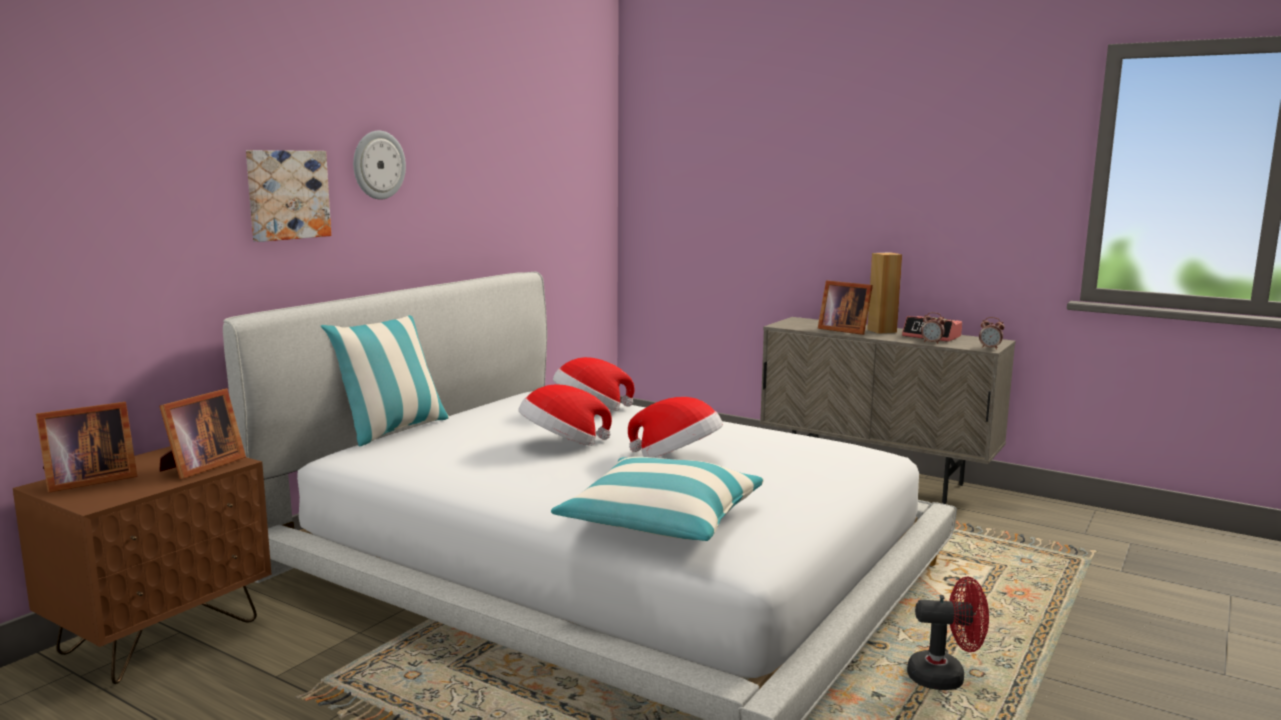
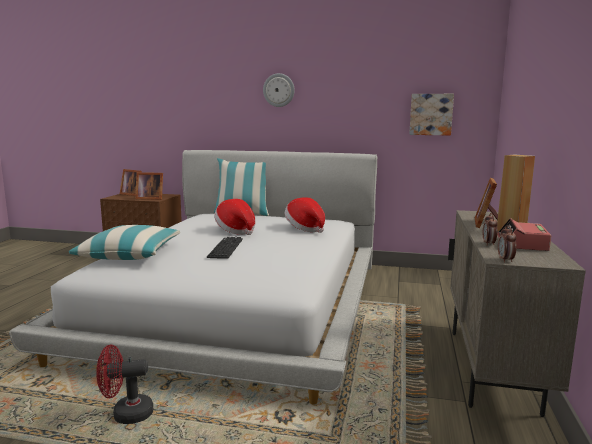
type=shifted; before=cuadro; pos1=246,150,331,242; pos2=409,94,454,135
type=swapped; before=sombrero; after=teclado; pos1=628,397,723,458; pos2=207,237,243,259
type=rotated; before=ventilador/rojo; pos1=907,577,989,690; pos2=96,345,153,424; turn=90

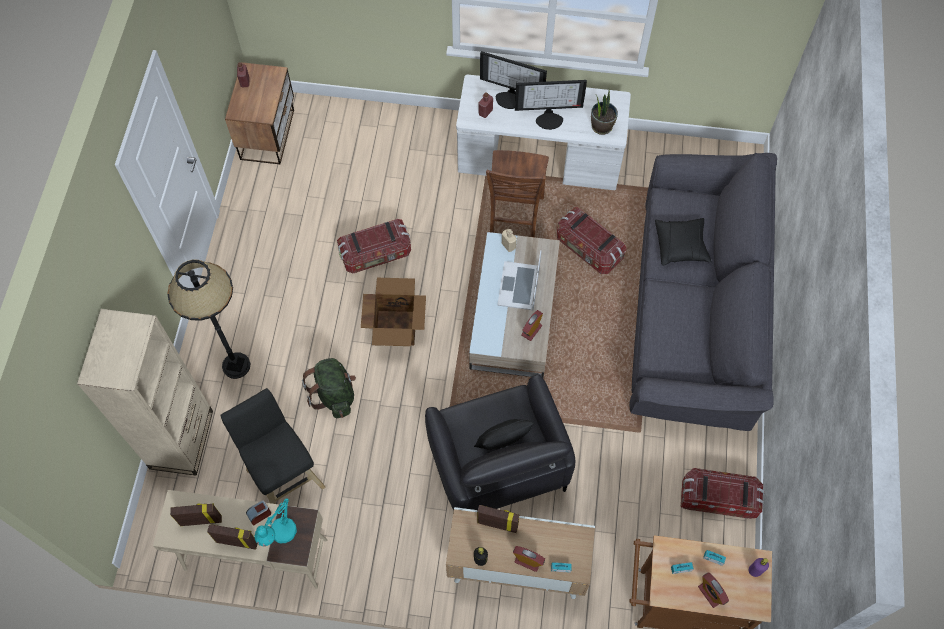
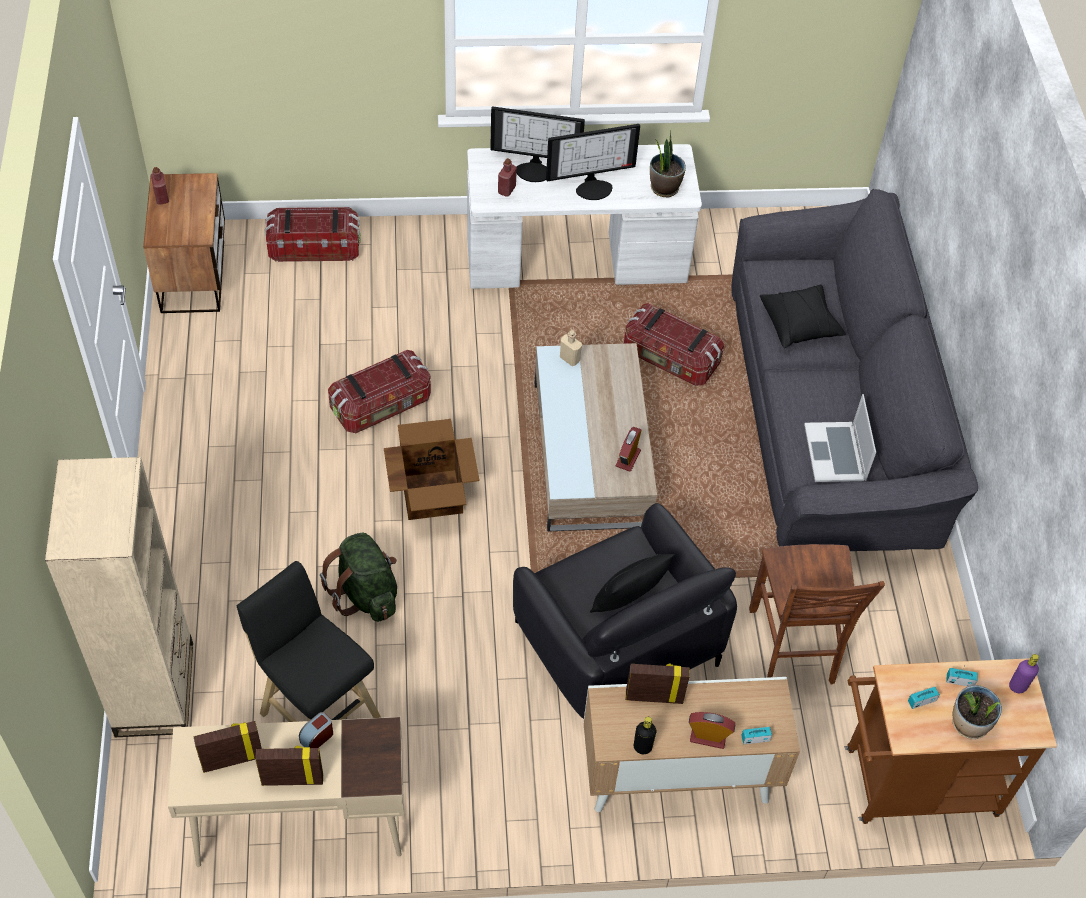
type=gone; before=lámpara de pie/negro; pos1=167,260,250,379
type=gone; before=lámpara de mesa/turquesa; pos1=254,498,297,546
type=shifted; before=silla/marrón; pos1=486,150,549,237; pos2=749,544,885,685
type=shifted; before=portátil; pos1=497,250,542,310; pos2=804,394,876,482
type=shifted; before=caja de almacenaje; pos1=681,468,764,519; pos2=265,207,361,262
type=swapped; before=despertador; after=planta en maceta; pos1=698,572,729,608; pos2=952,685,1002,739

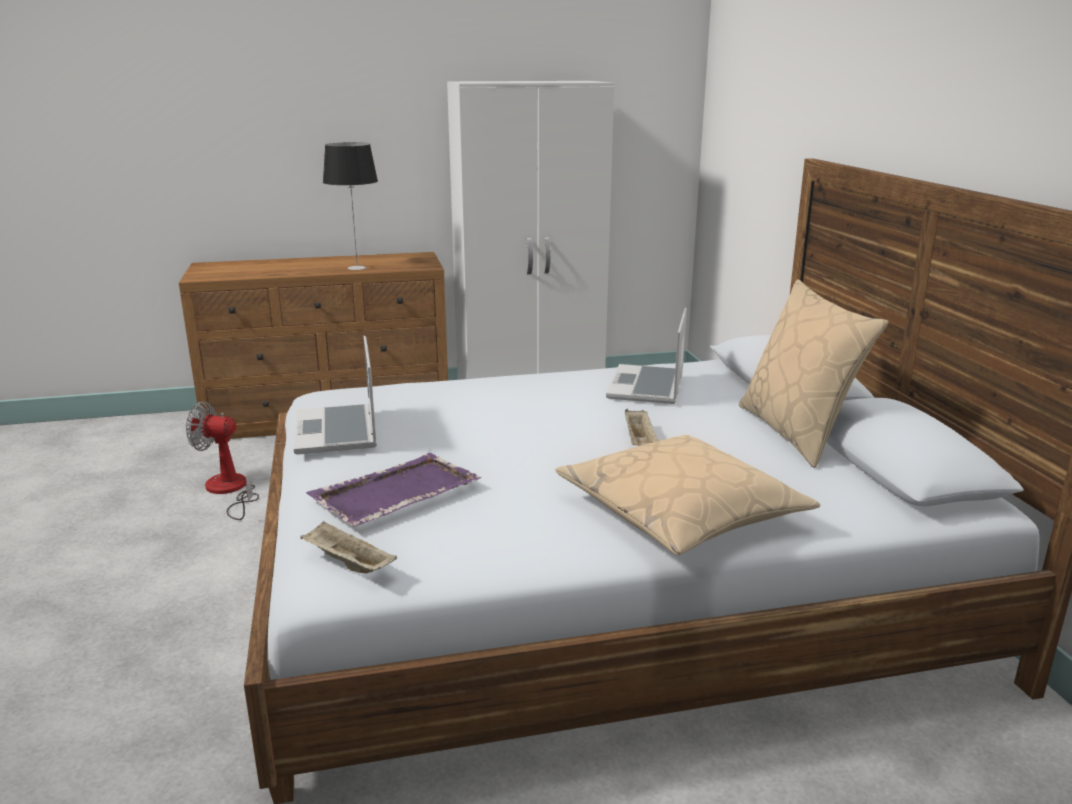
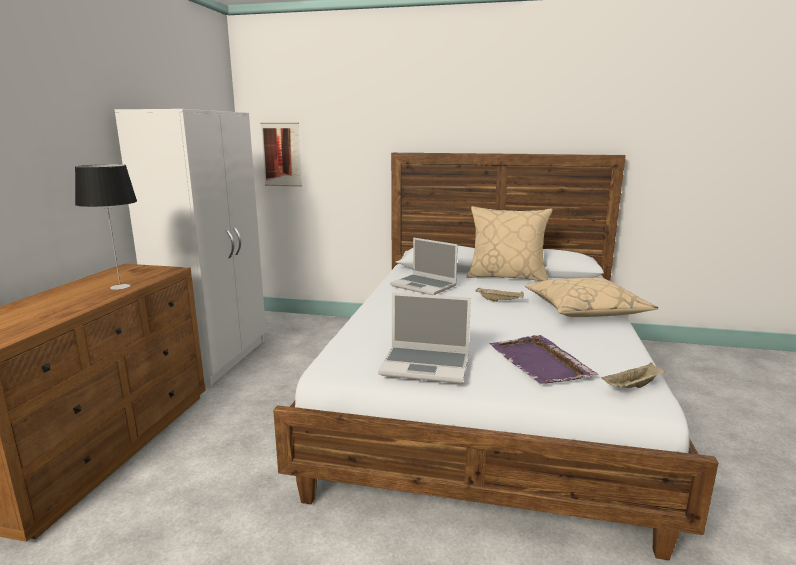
type=gone; before=ventilador; pos1=186,401,259,520
type=new; after=cuadro; pos2=260,123,302,187

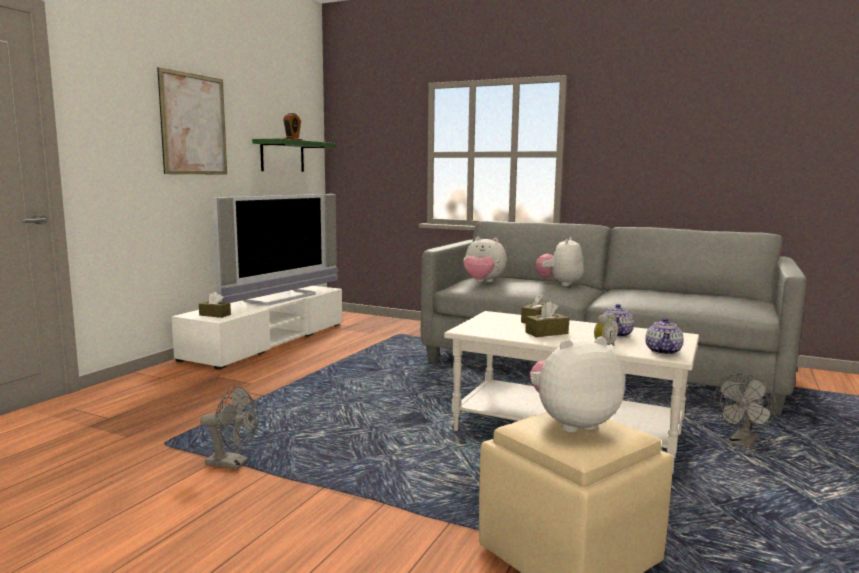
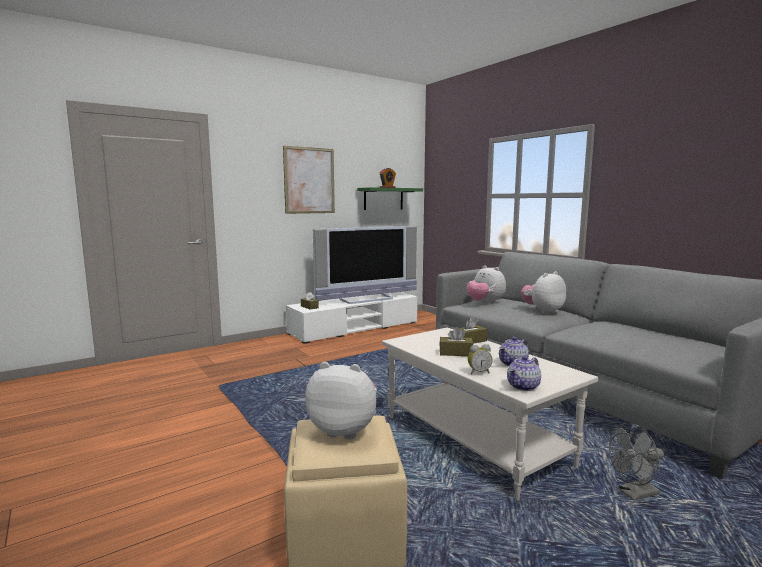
type=gone; before=ventilador/gris; pos1=200,386,259,469

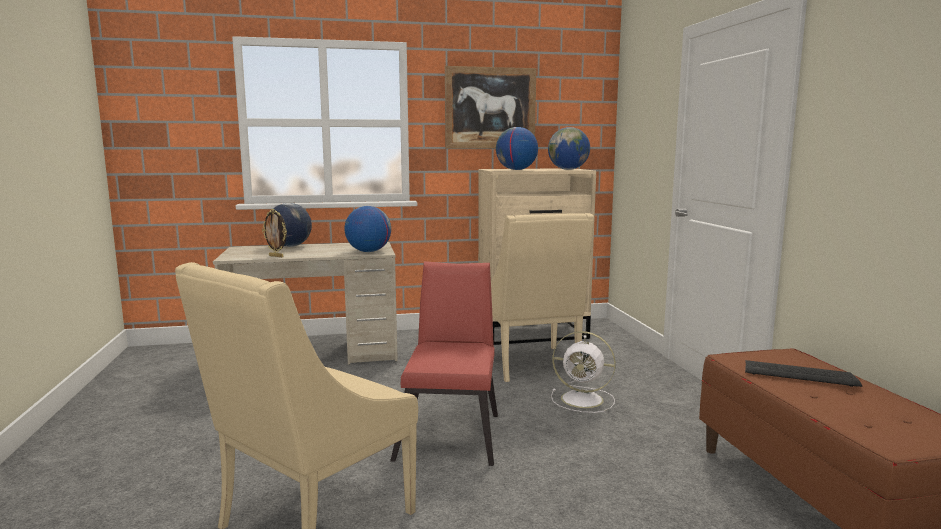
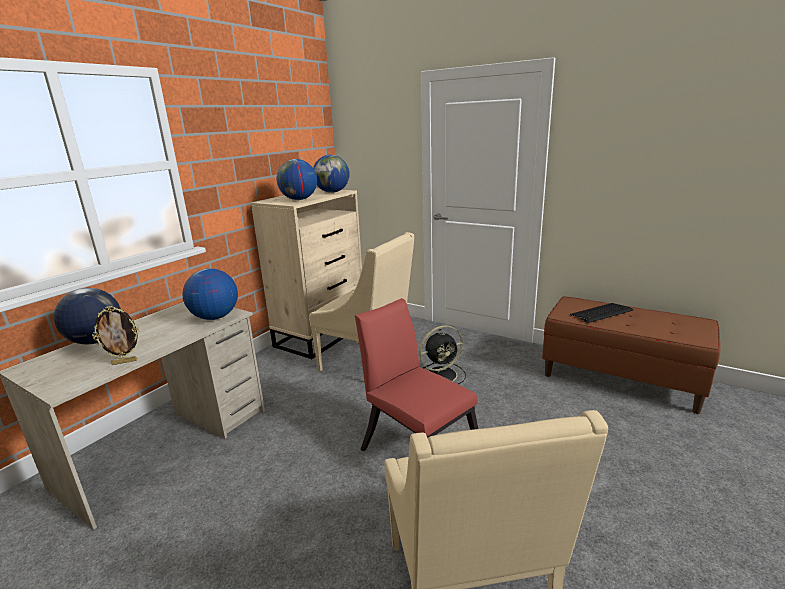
type=gone; before=cuadro; pos1=445,66,536,148
type=repainted; before=ventilador/blanco; after=ventilador/negro; pos1=551,331,616,413; pos2=419,325,466,384

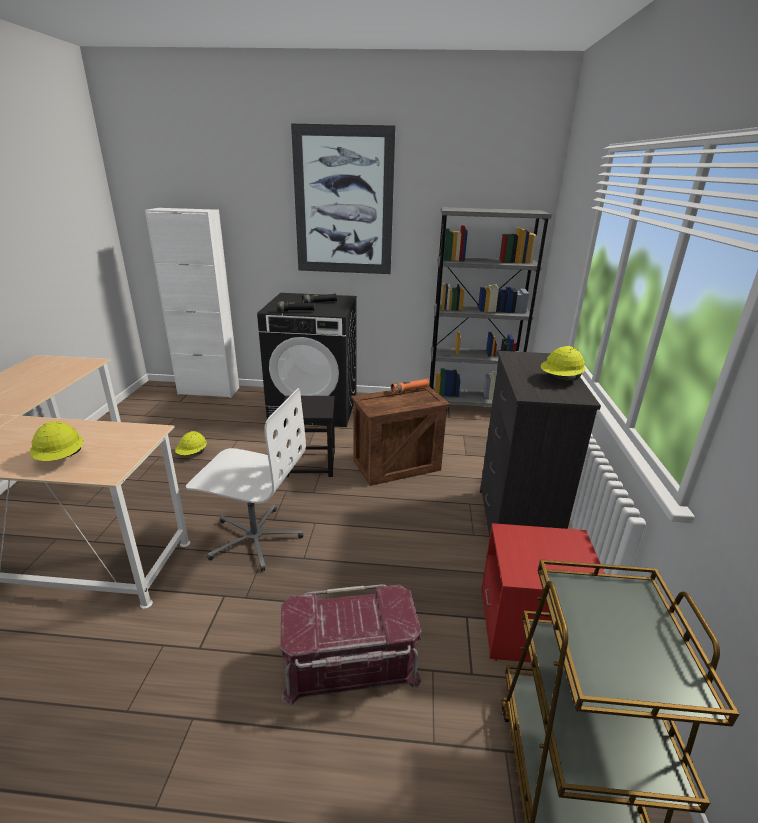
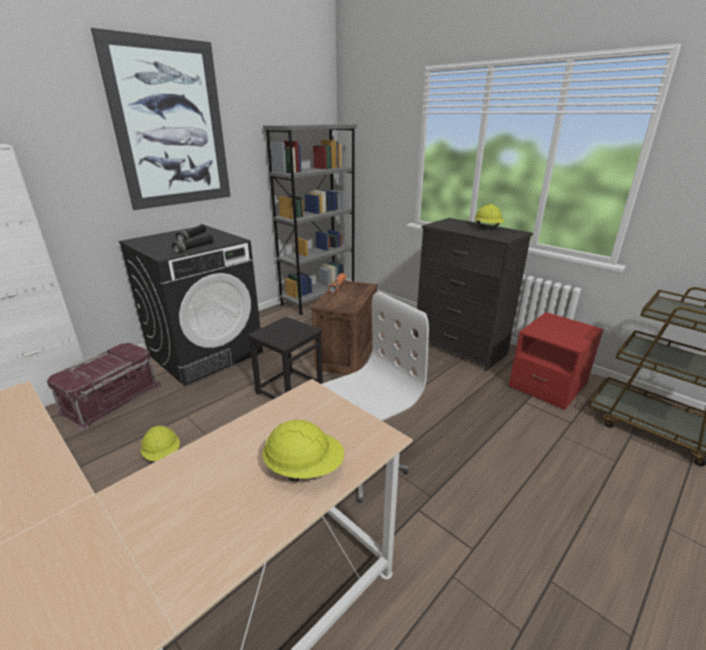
type=shifted; before=caja de almacenaje/rojo; pos1=280,584,422,706; pos2=47,343,161,430

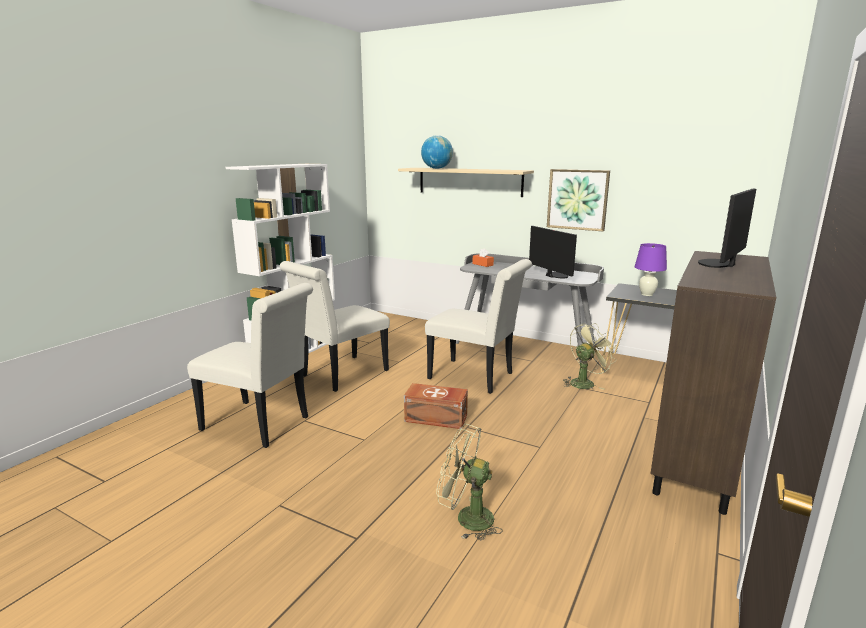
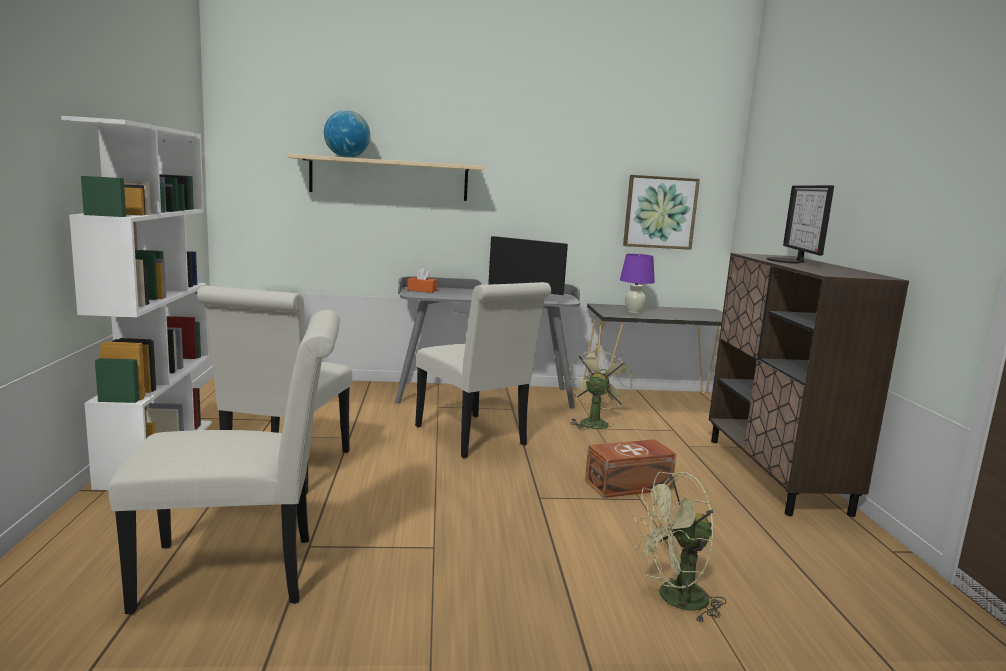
type=shifted; before=caja de almacenaje/marrón; pos1=404,383,468,429; pos2=585,439,676,498
type=rotated; before=silla/blanco; pos1=425,259,532,394; pos2=415,282,551,458; turn=60
type=shifted; before=cuadro; pos1=547,169,610,231; pos2=623,175,700,250

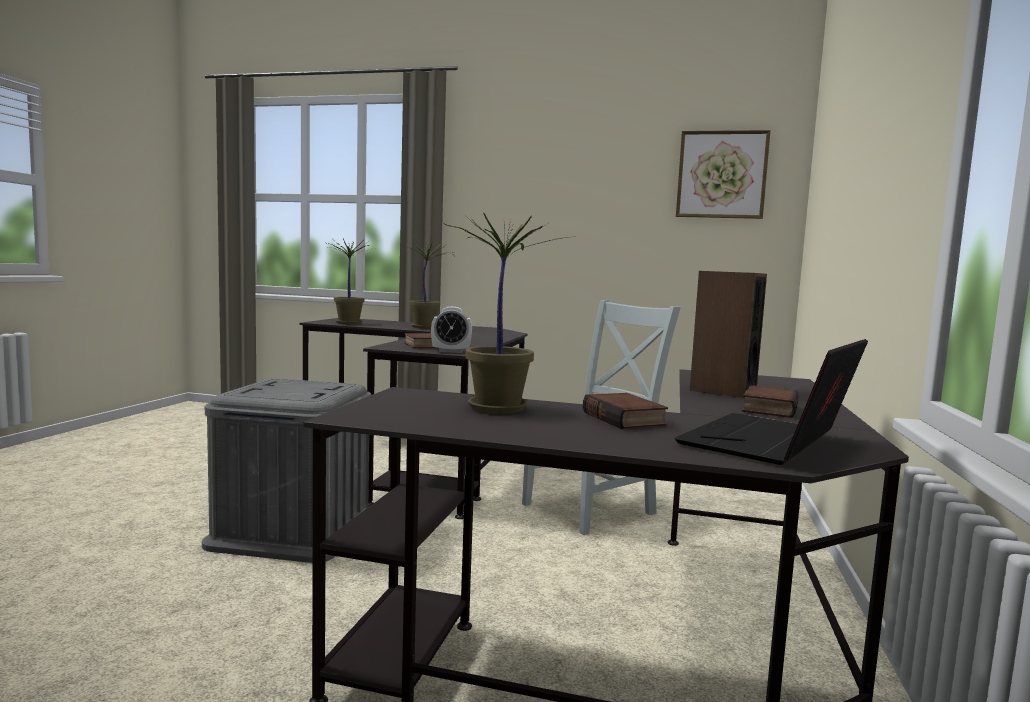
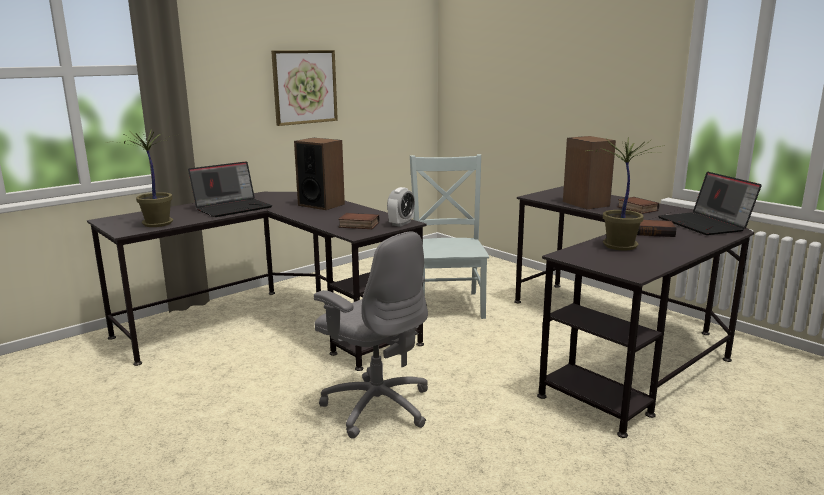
type=swapped; before=caja de almacenaje/gris; after=silla de oficina/gris; pos1=202,378,372,563; pos2=314,231,428,439
type=swapped; before=planta en maceta; after=portátil; pos1=407,242,454,329; pos2=188,161,272,217
type=shifted; before=cuadro; pos1=676,130,771,219; pos2=271,50,338,126
type=new; after=altavoz; pos2=294,138,345,210

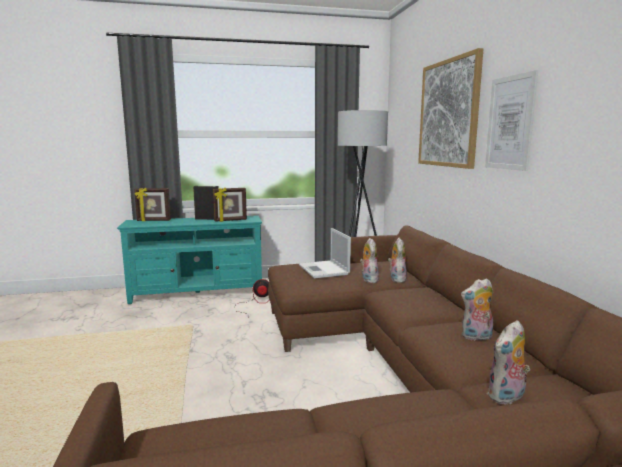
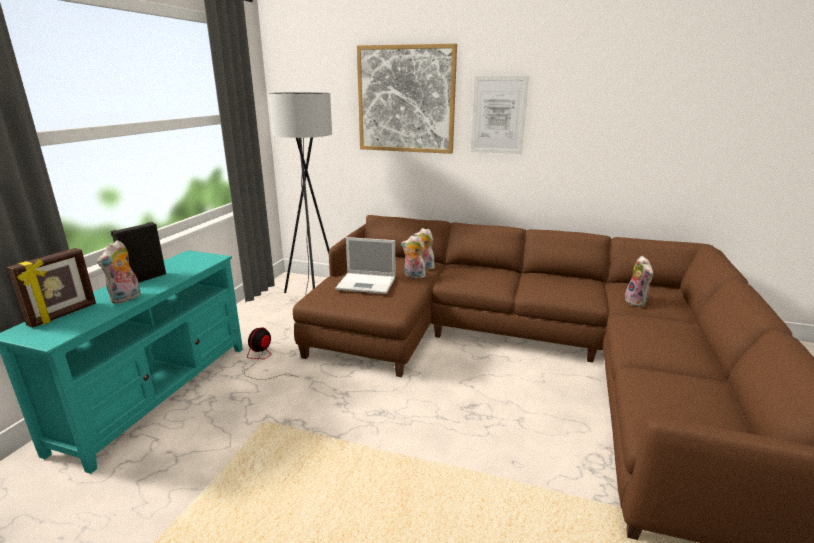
type=gone; before=portarretratos; pos1=213,188,247,222
type=shifted; before=peluche; pos1=461,278,493,341; pos2=97,240,141,304

